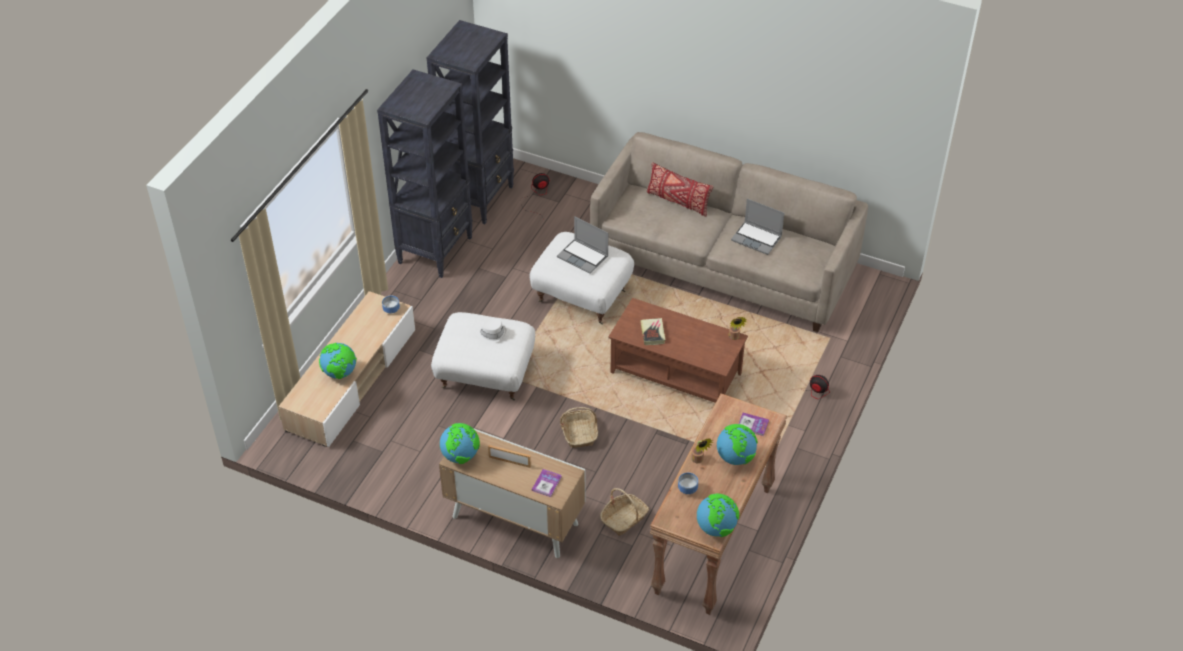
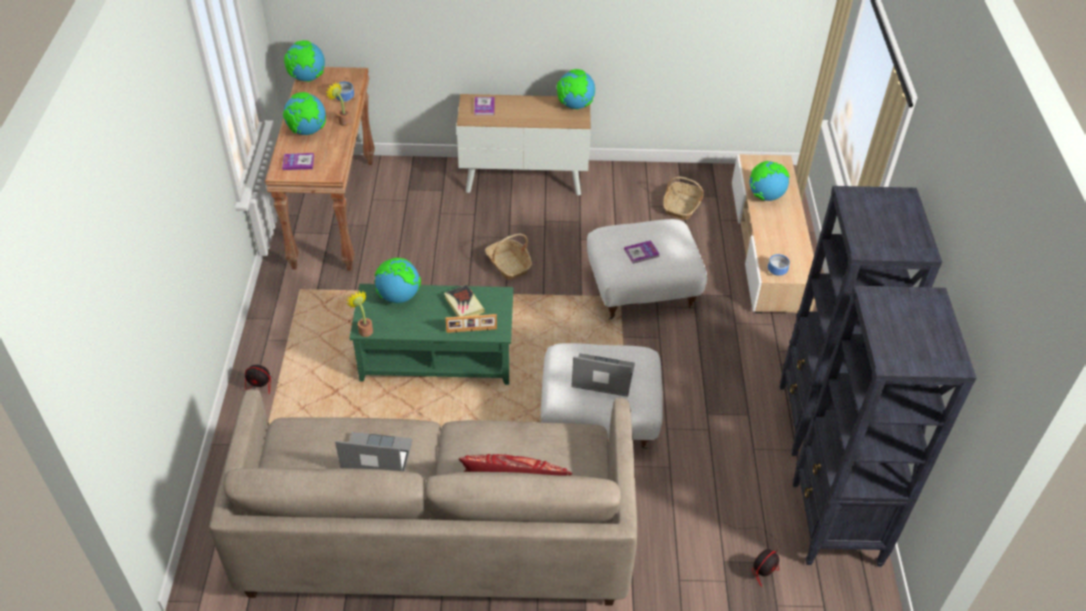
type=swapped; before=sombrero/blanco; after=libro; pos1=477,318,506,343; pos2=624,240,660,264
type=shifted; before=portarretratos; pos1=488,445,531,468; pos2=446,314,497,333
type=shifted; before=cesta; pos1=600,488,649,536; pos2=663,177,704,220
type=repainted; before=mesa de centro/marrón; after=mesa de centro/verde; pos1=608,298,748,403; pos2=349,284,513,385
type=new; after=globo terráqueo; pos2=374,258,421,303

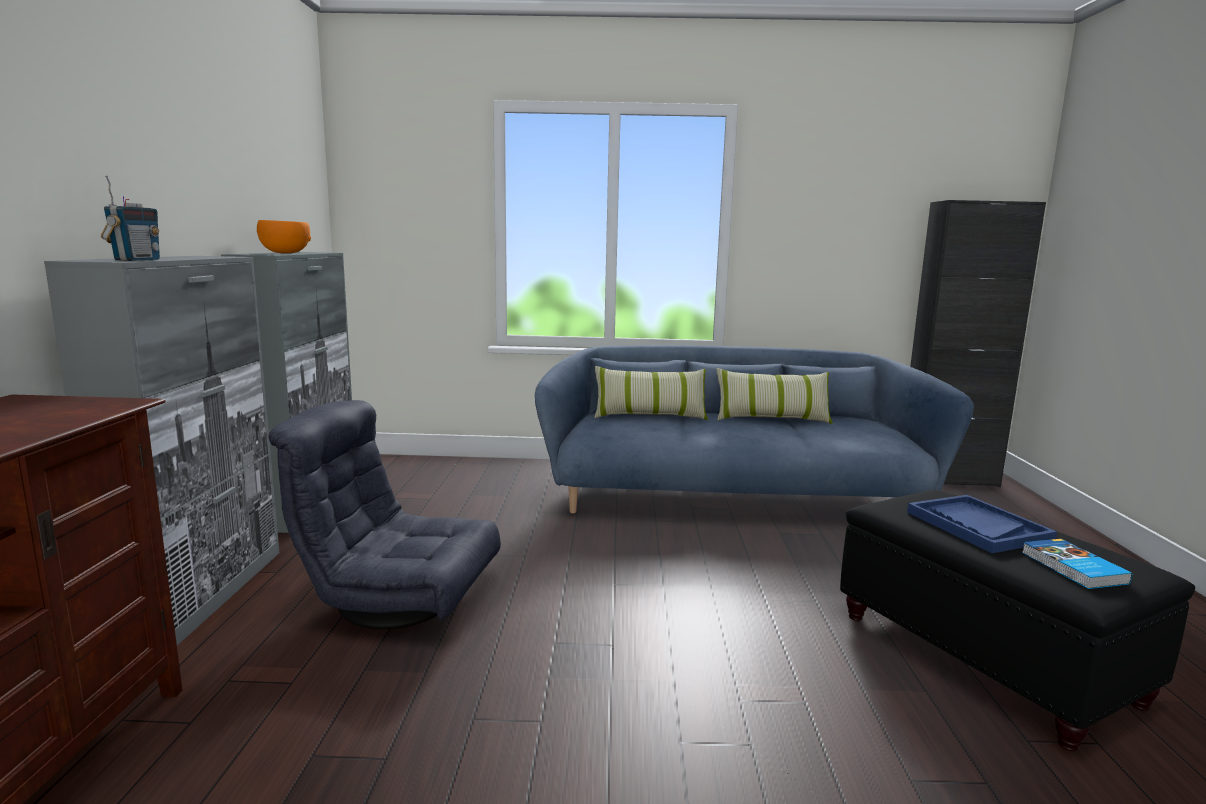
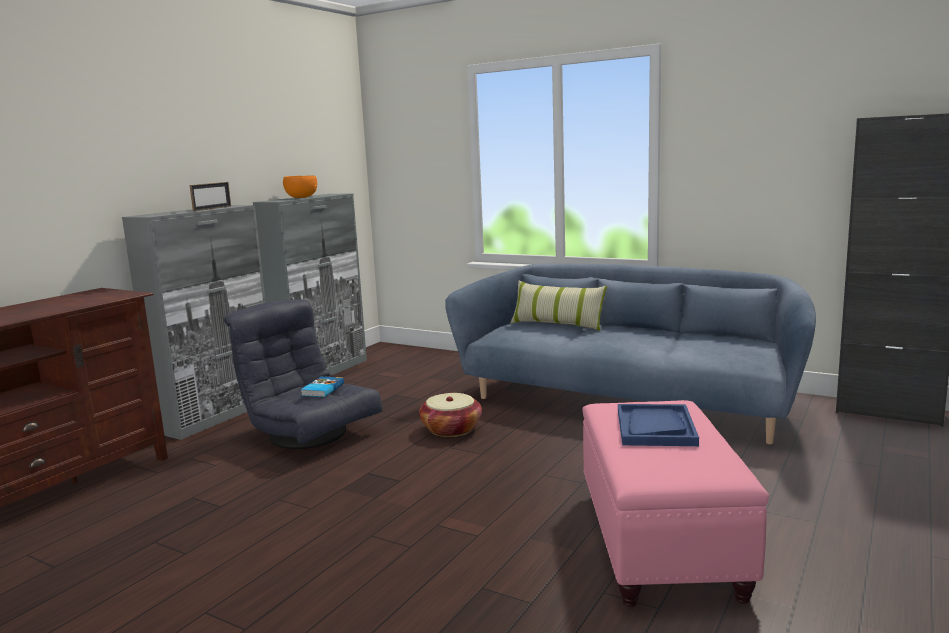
type=gone; before=radio; pos1=101,175,160,261
type=gone; before=cojín; pos1=717,368,832,424
type=repainted; before=puf/negro; after=puf/rosa; pos1=840,490,1195,751; pos2=583,400,769,607
type=shifted; before=libro; pos1=1022,539,1132,589; pos2=301,377,344,397
type=new; after=portarretratos; pos2=190,182,231,211
type=new; after=cesta; pos2=419,393,482,437

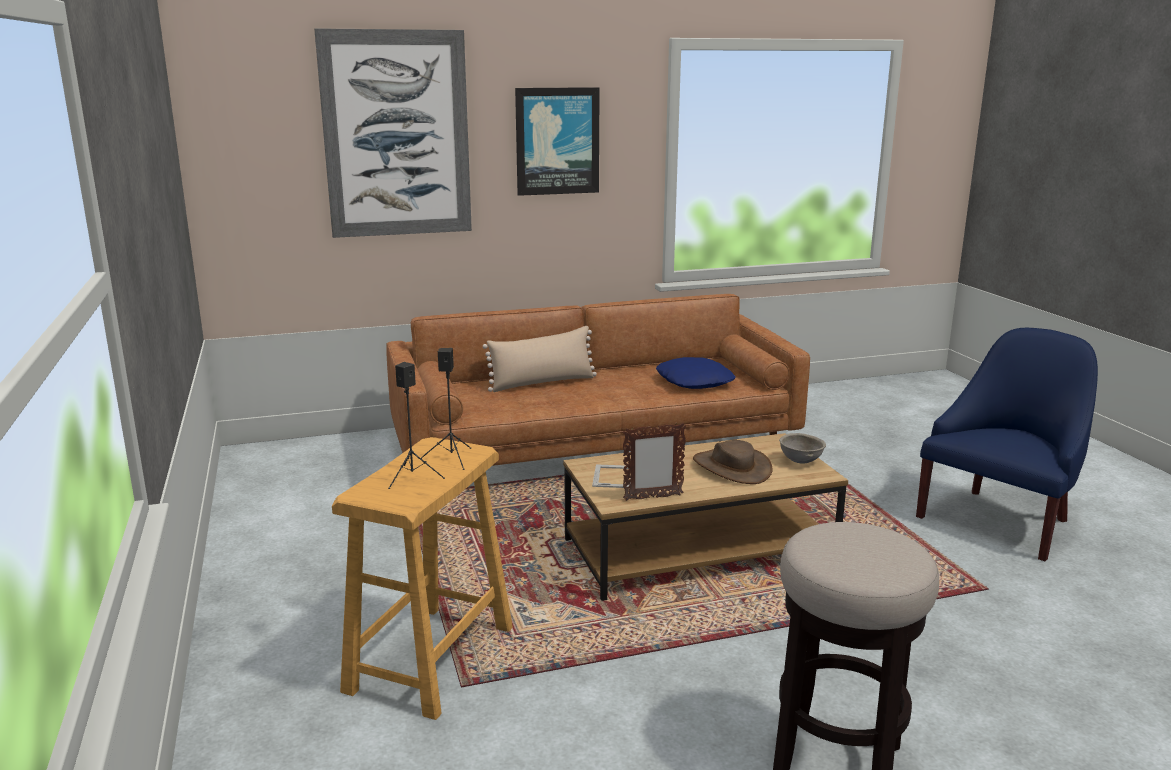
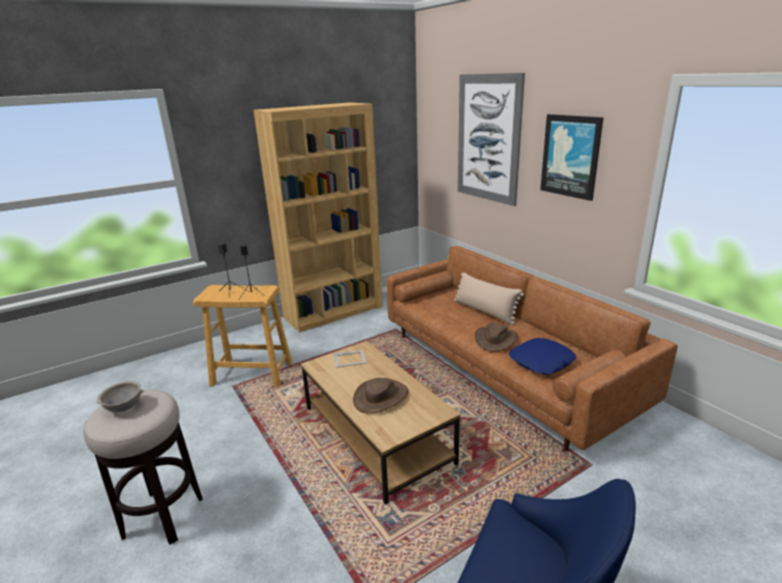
type=gone; before=portarretratos; pos1=623,423,686,501
type=shifted; before=cuenco/gris; pos1=779,433,826,464; pos2=97,381,144,412
type=new; after=estantería/marrón; pos2=253,102,383,333
type=new; after=sombrero/marrón; pos2=475,323,518,352

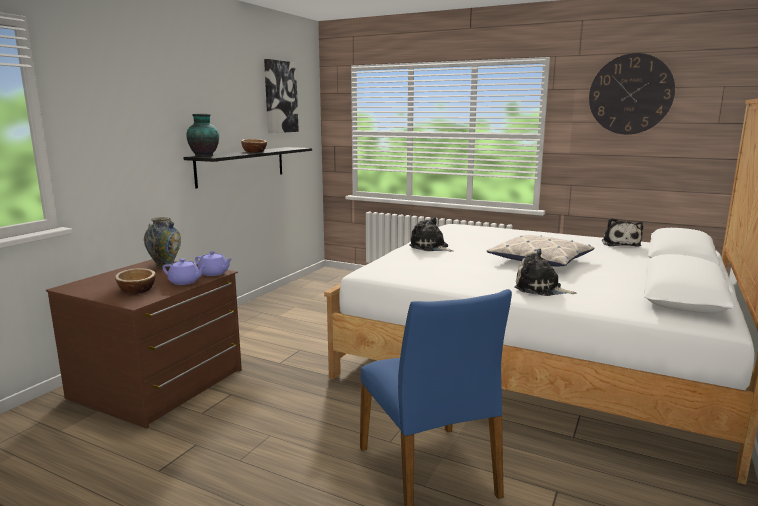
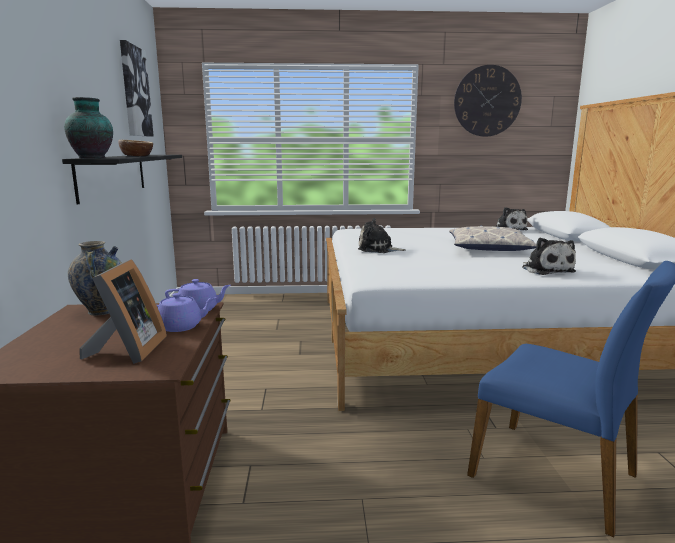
type=swapped; before=cuenco; after=portarretratos; pos1=115,268,156,294; pos2=79,259,167,364
type=rotated; before=peluche; pos1=514,249,577,296; pos2=522,237,576,275; turn=-105

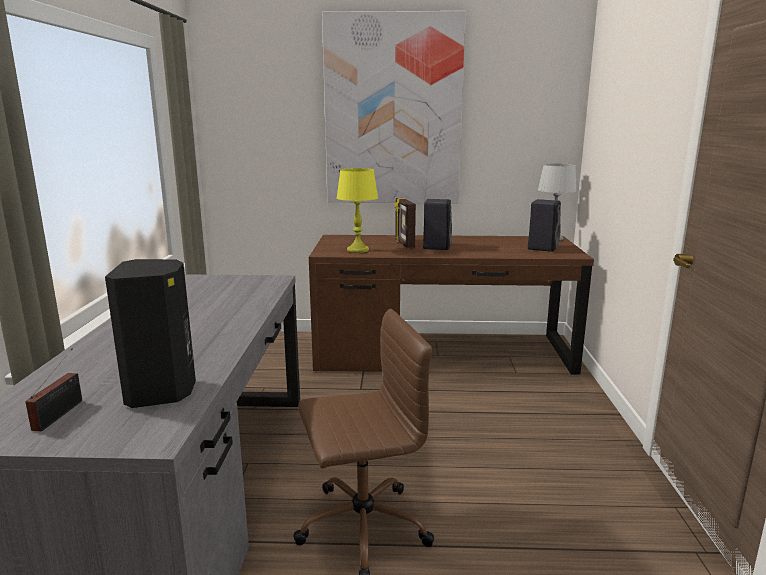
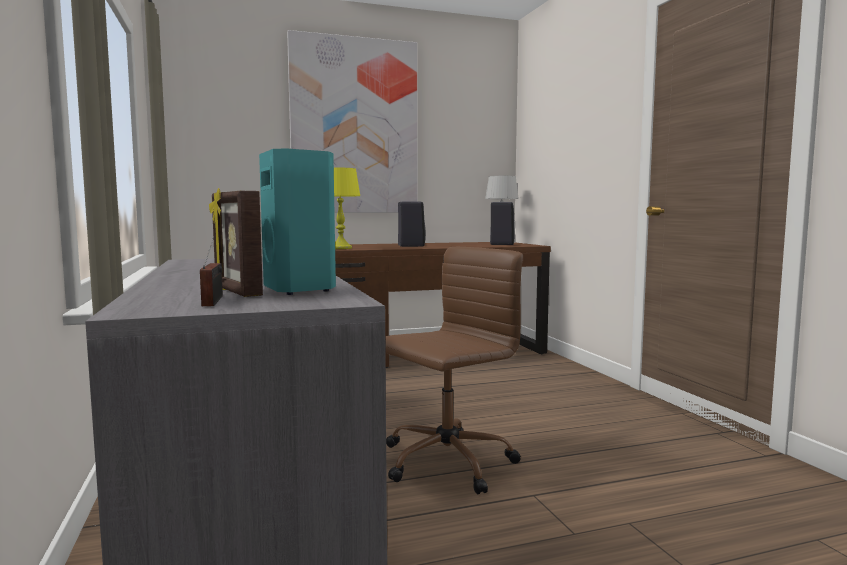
type=repainted; before=altavoz/negro; after=altavoz/turquesa; pos1=105,259,196,408; pos2=259,148,336,295
type=shifted; before=portarretratos; pos1=394,198,416,248; pos2=209,188,263,297

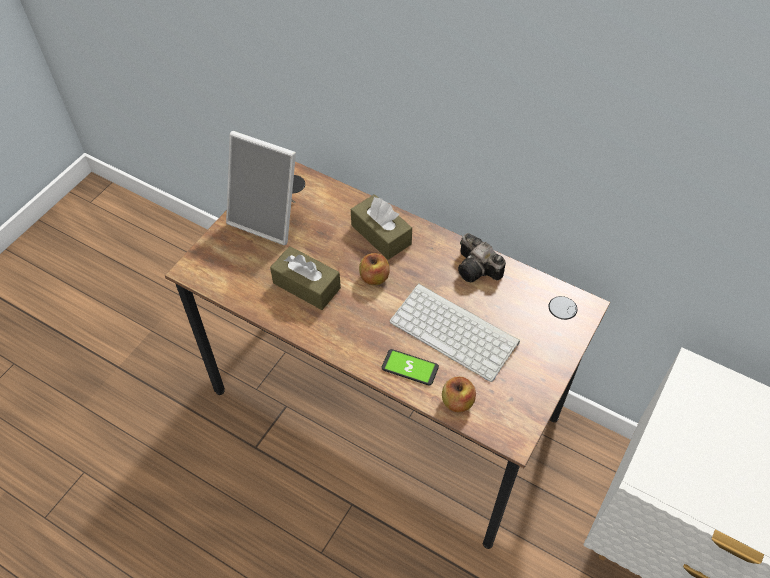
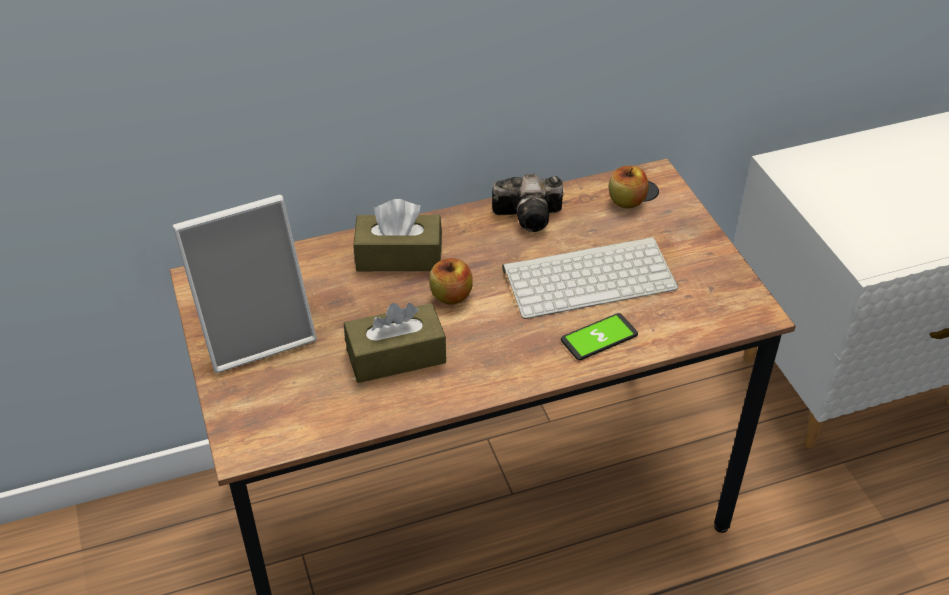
type=shifted; before=manzana; pos1=442,376,476,412; pos2=609,166,649,208

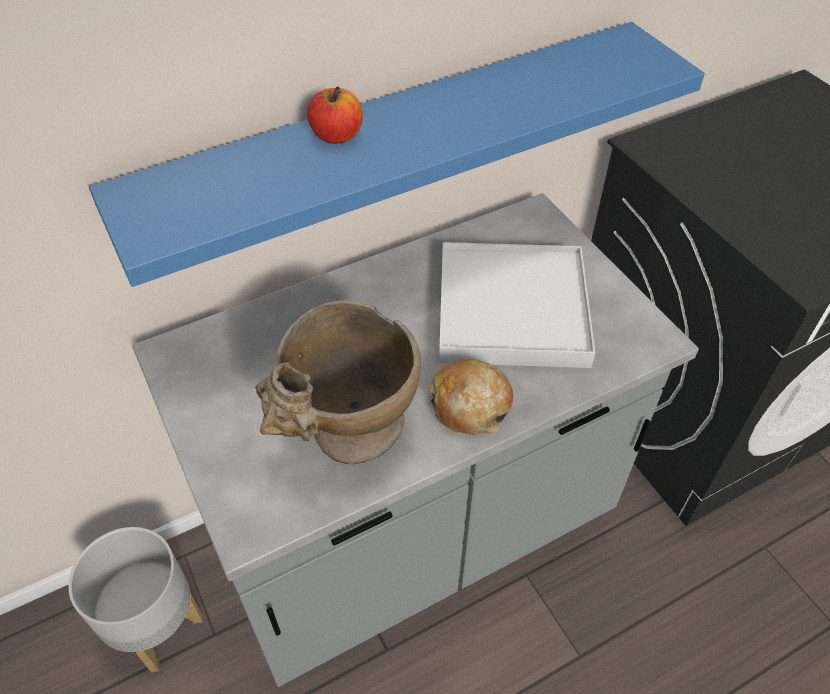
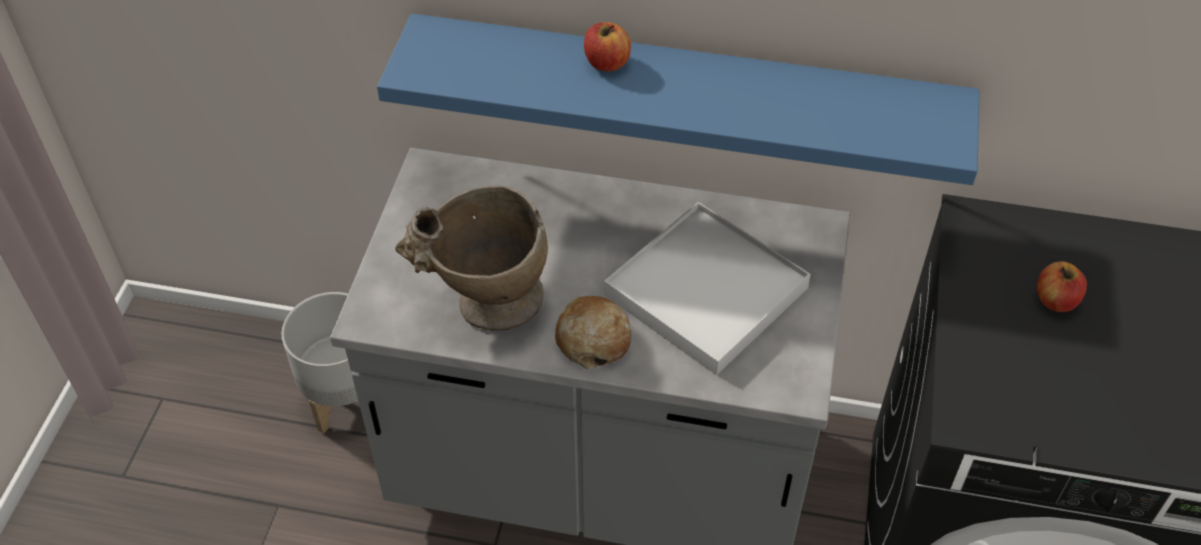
type=new; after=manzana; pos2=1037,261,1087,312

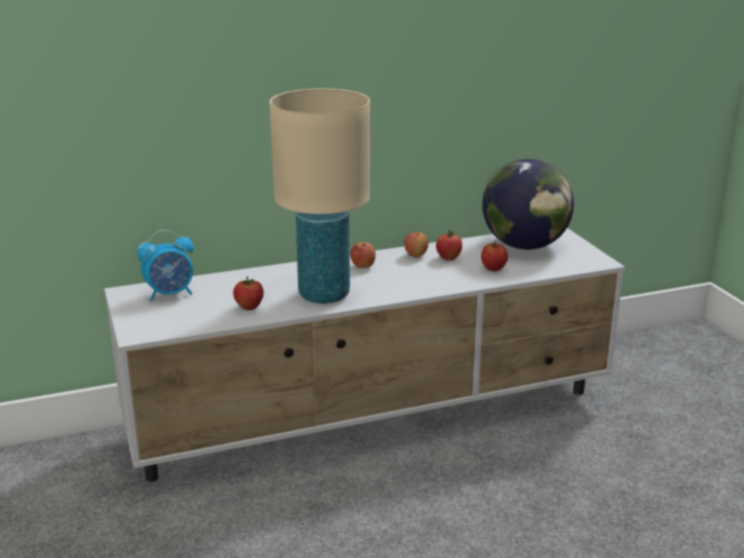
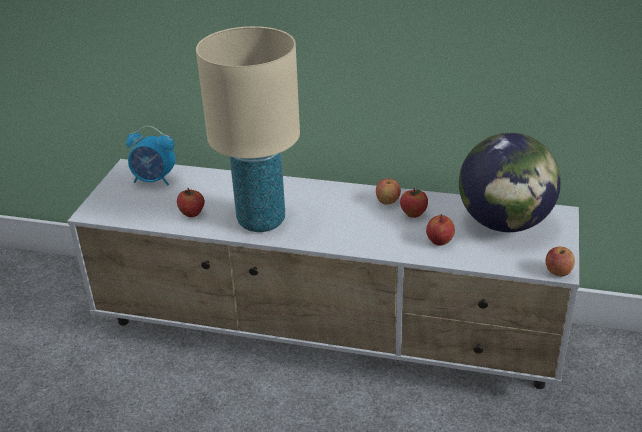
type=shifted; before=manzana; pos1=350,242,376,268; pos2=546,247,575,276

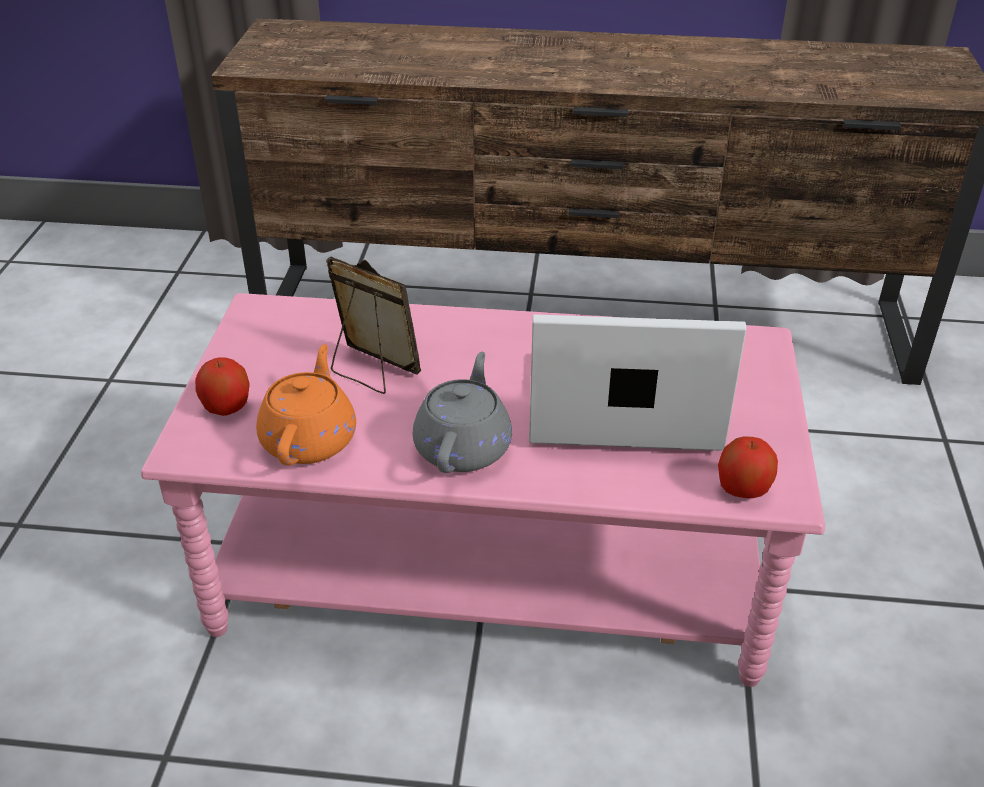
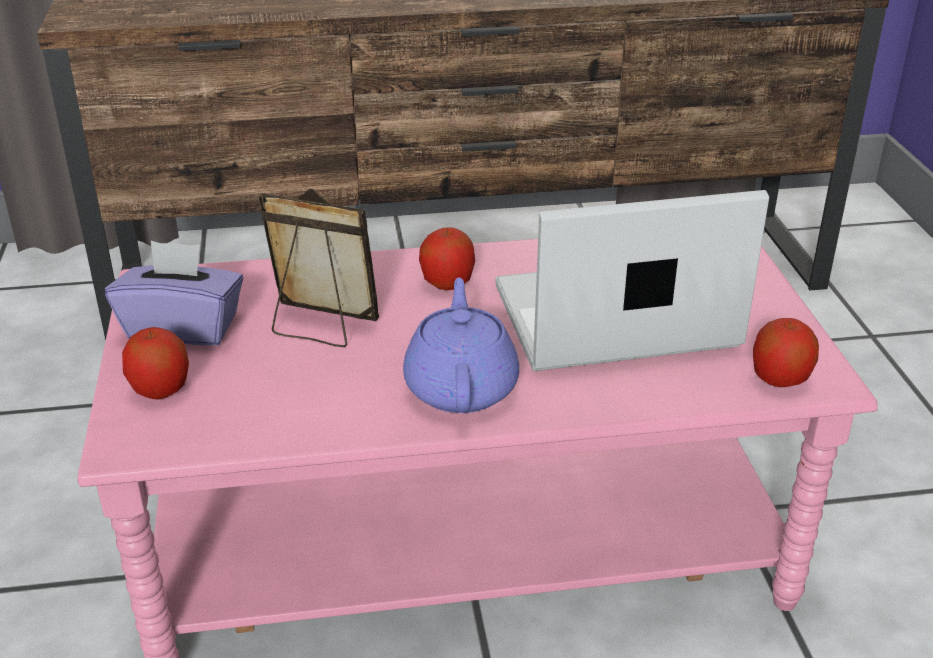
type=gone; before=tetera/naranja; pos1=256,344,356,465
type=repainted; before=tetera/gris; after=tetera/morado; pos1=413,352,512,473; pos2=403,278,519,413
type=new; after=caja de pañuelos/morado; pos2=105,241,243,346
type=new; after=manzana; pos2=419,227,475,290

